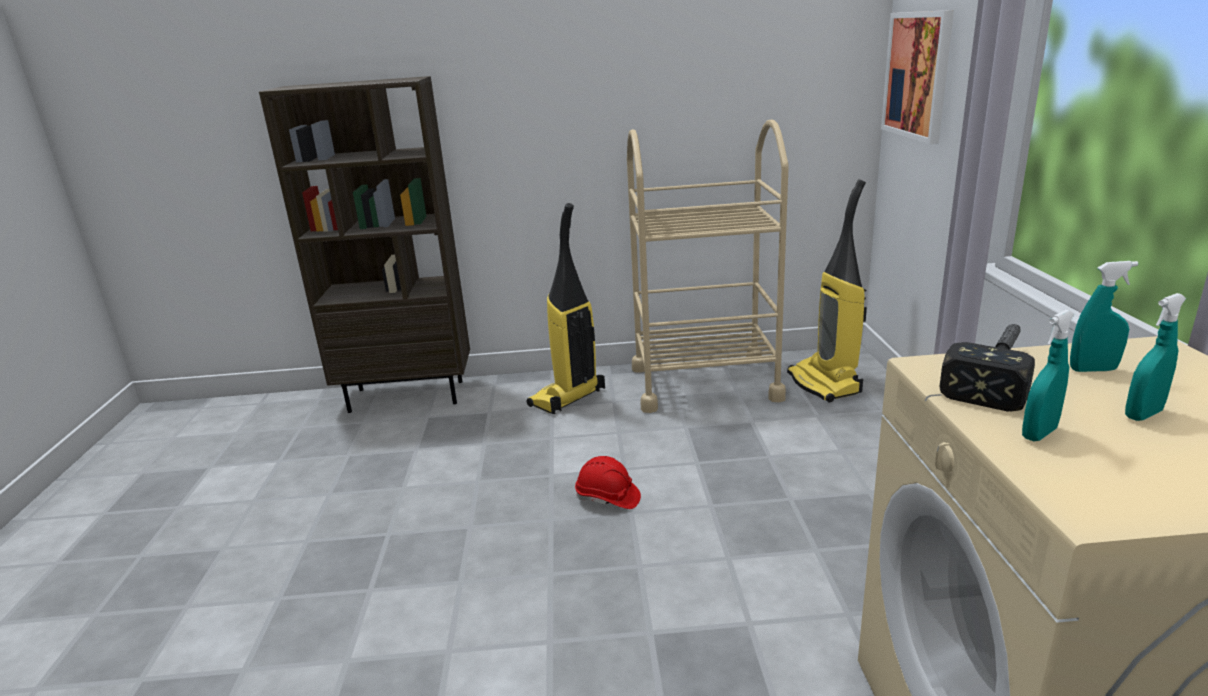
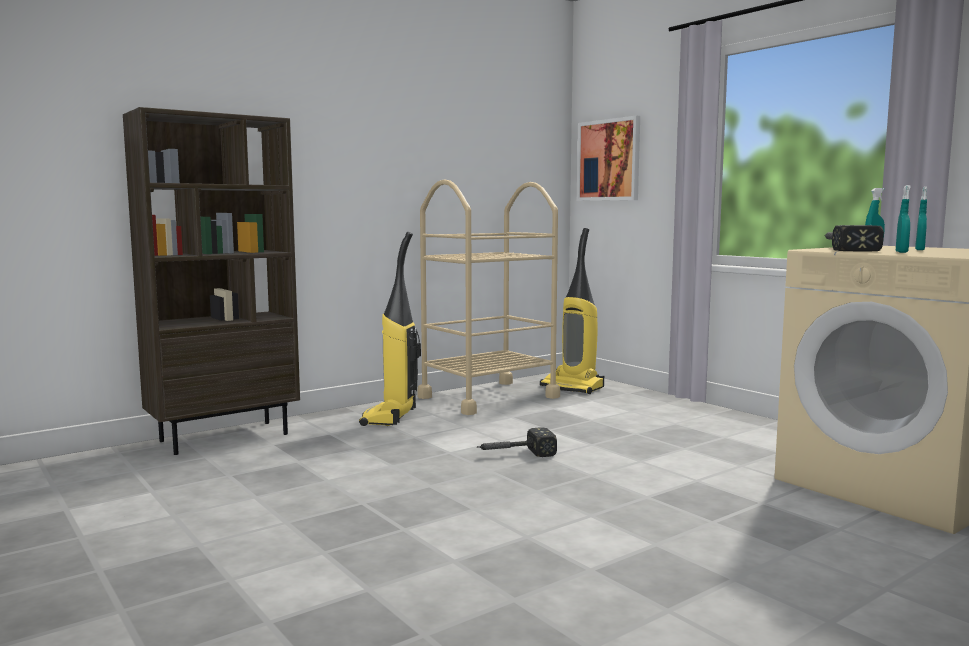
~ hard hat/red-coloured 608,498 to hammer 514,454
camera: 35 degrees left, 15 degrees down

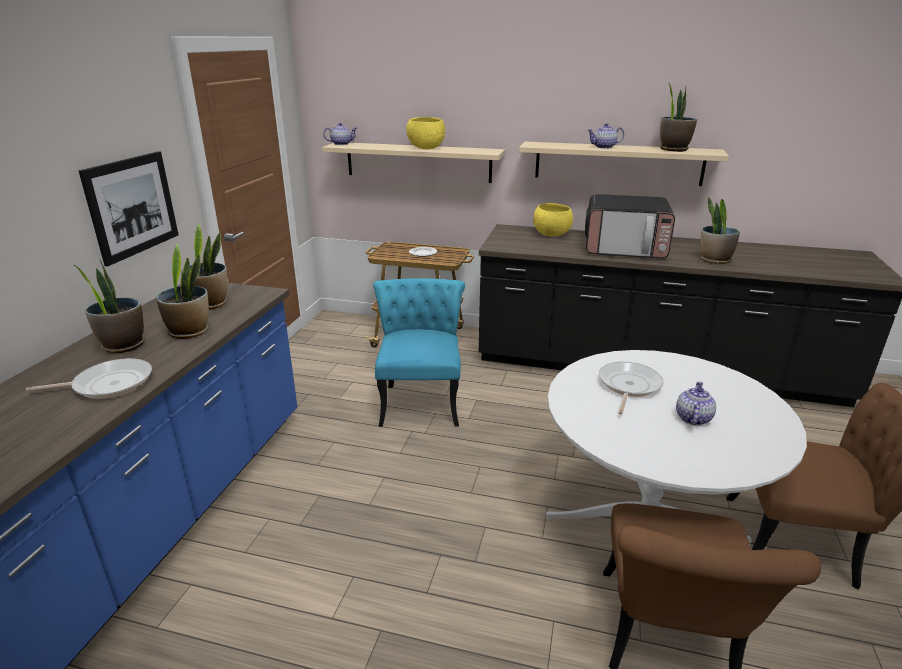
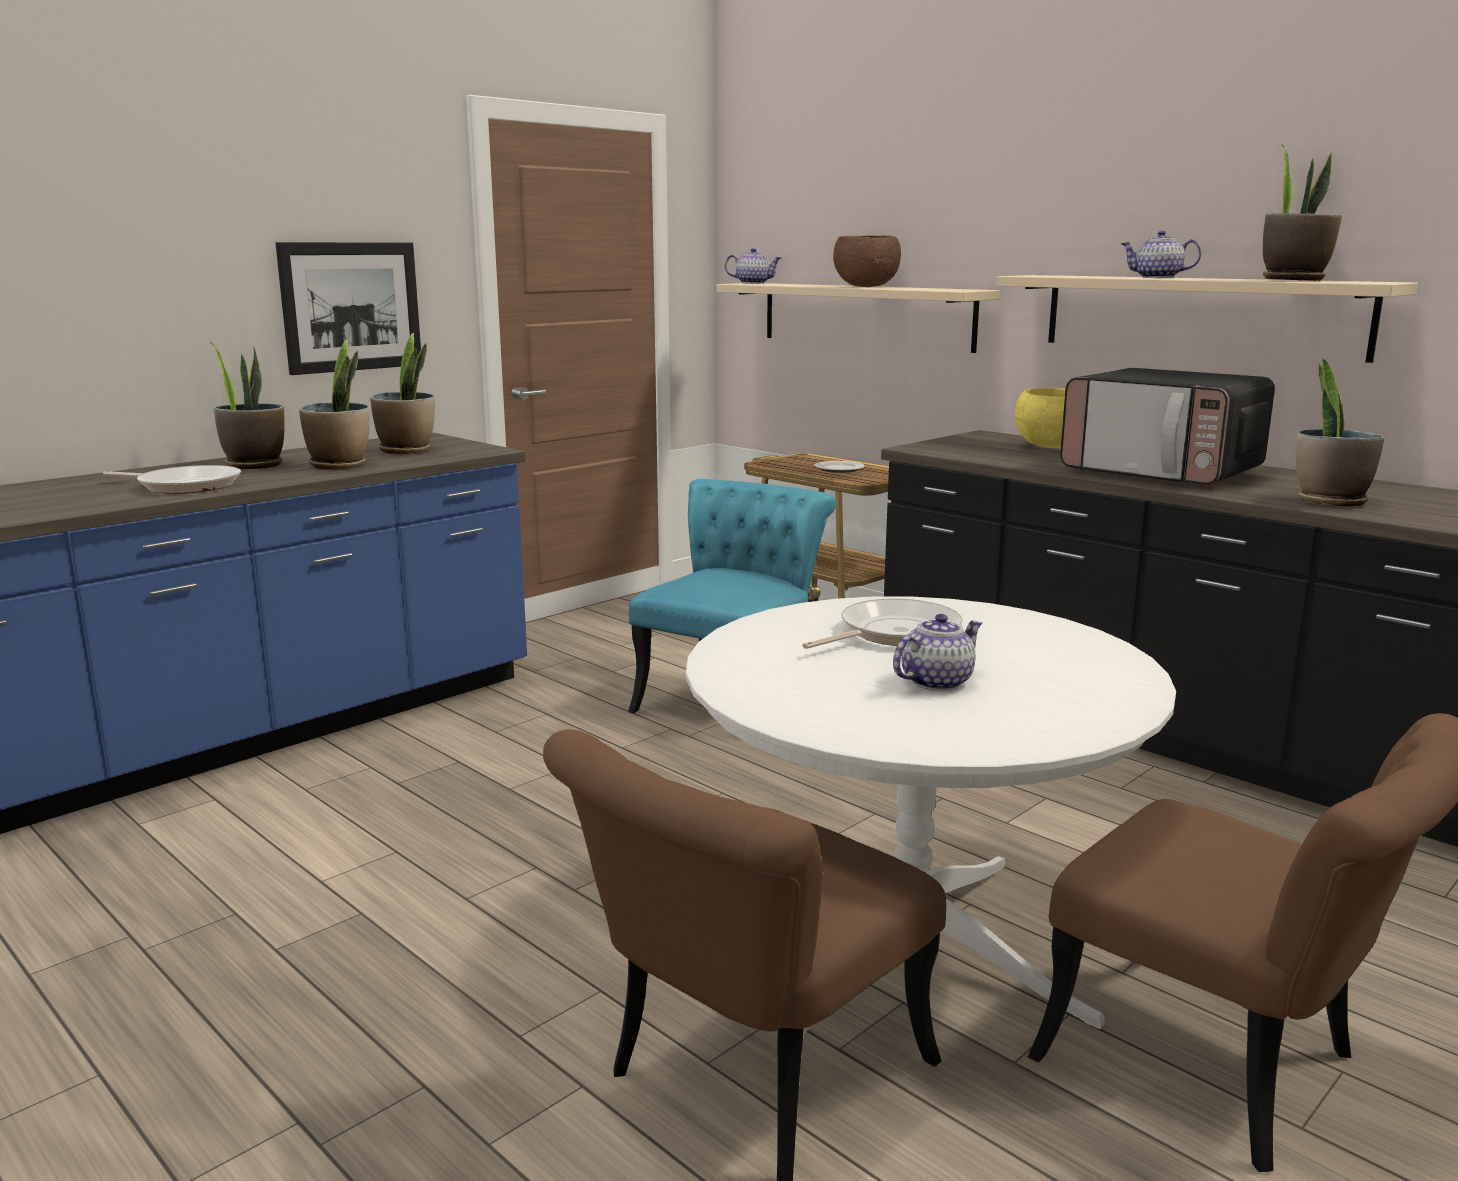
~ bowl/yellow 426,148 to bowl/brown-coloured 865,287
camera: 30 degrees right, 10 degrees down

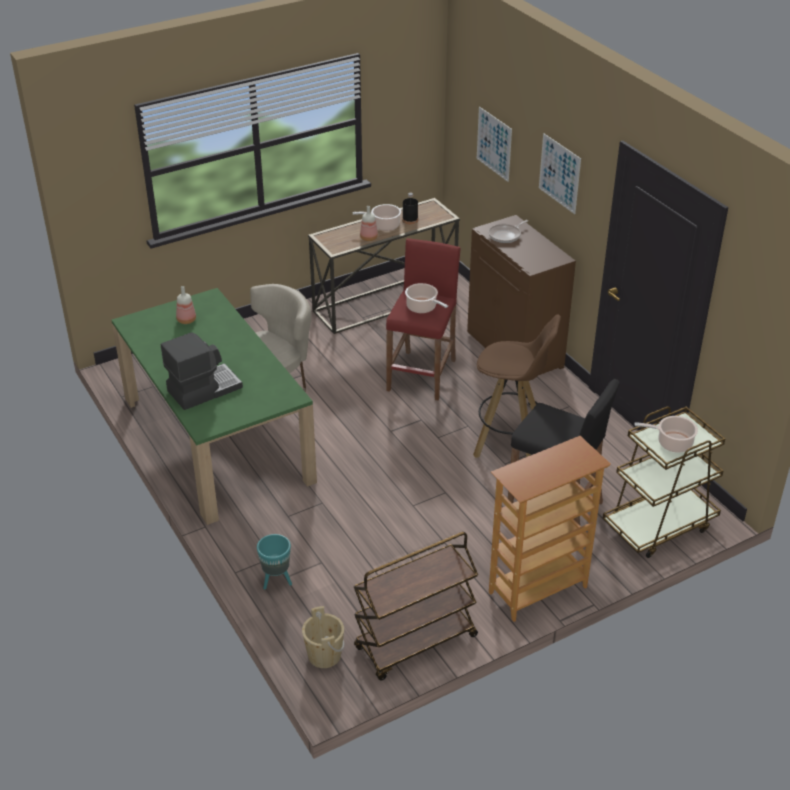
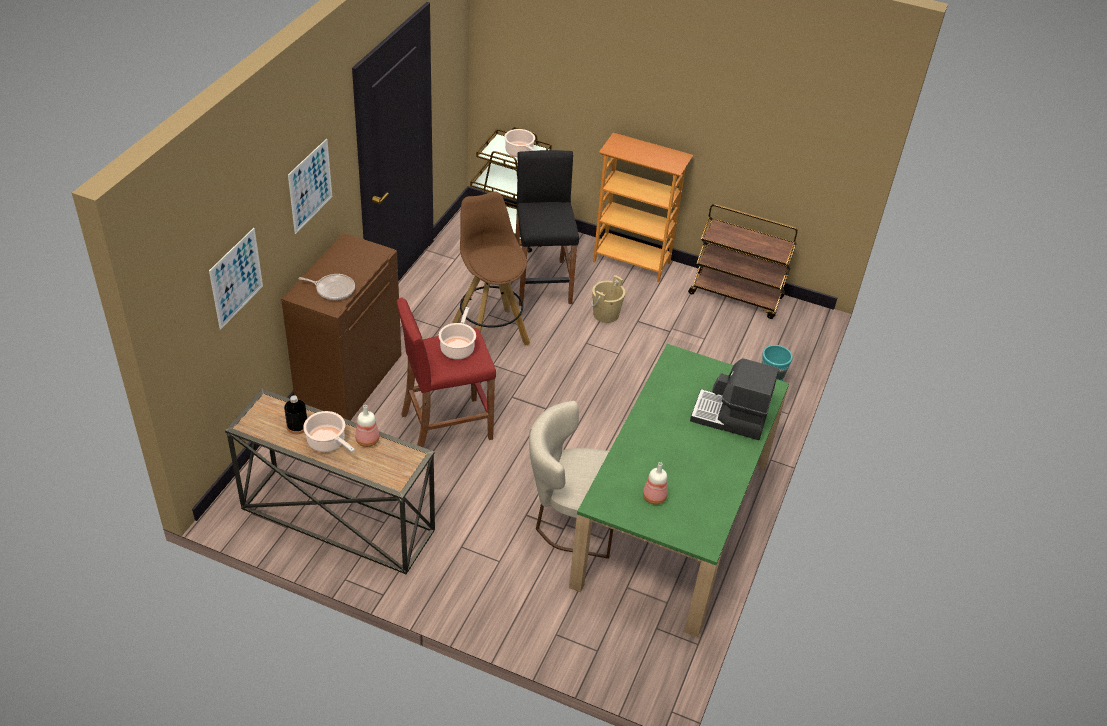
~ water bucket/sand-coloured 324,655 to 606,314
camera: 130 degrees left, 5 degrees up

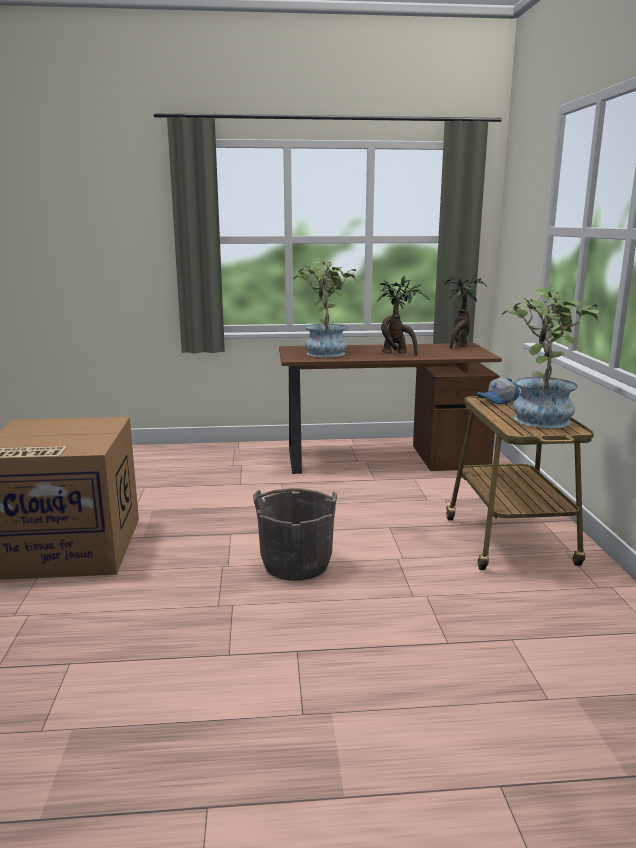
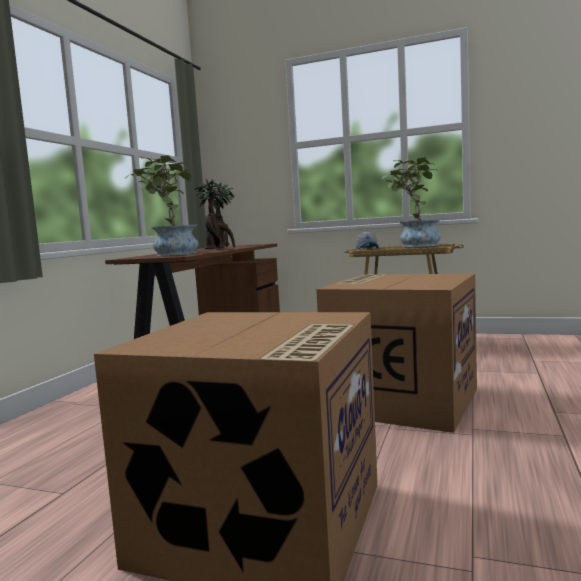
~ water bucket/greyish 296,564 to carton 402,400
camera: 65 degrees left, 10 degrees down

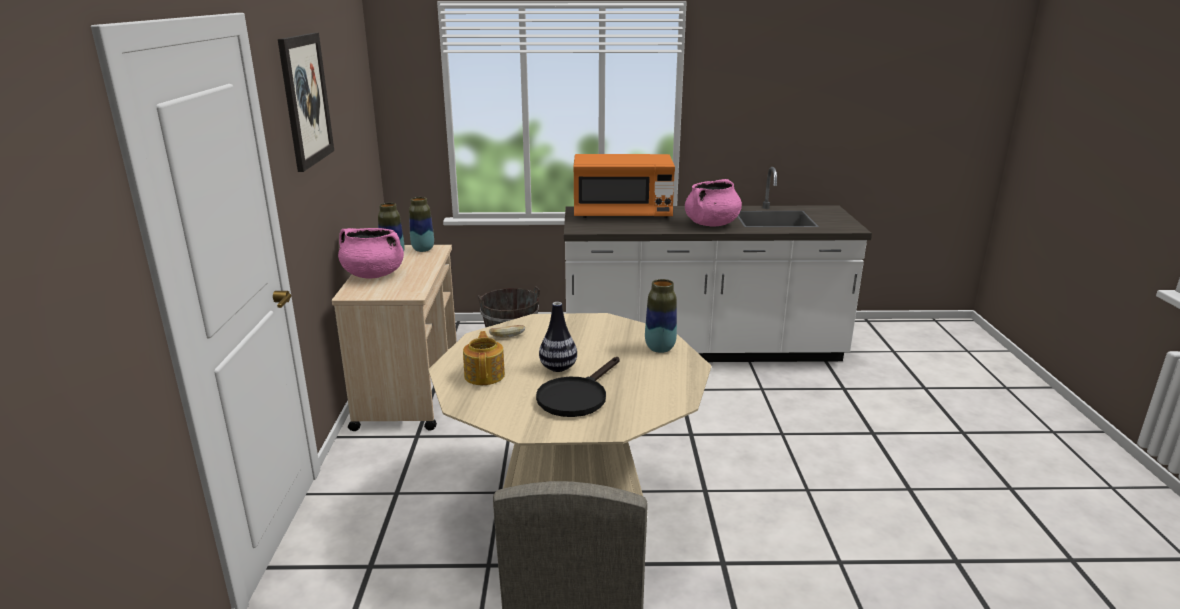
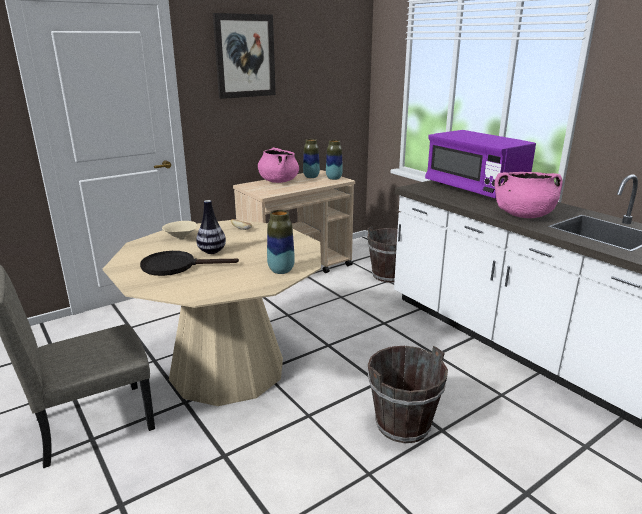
~ teapot 485,375 to bowl/sand-coloured 181,238
~ microwave oven/orangey 622,214 to microwave oven/purplish 474,189
+ water bucket/brown-coloured 402,424
camera: 55 degrees right, 0 degrees up

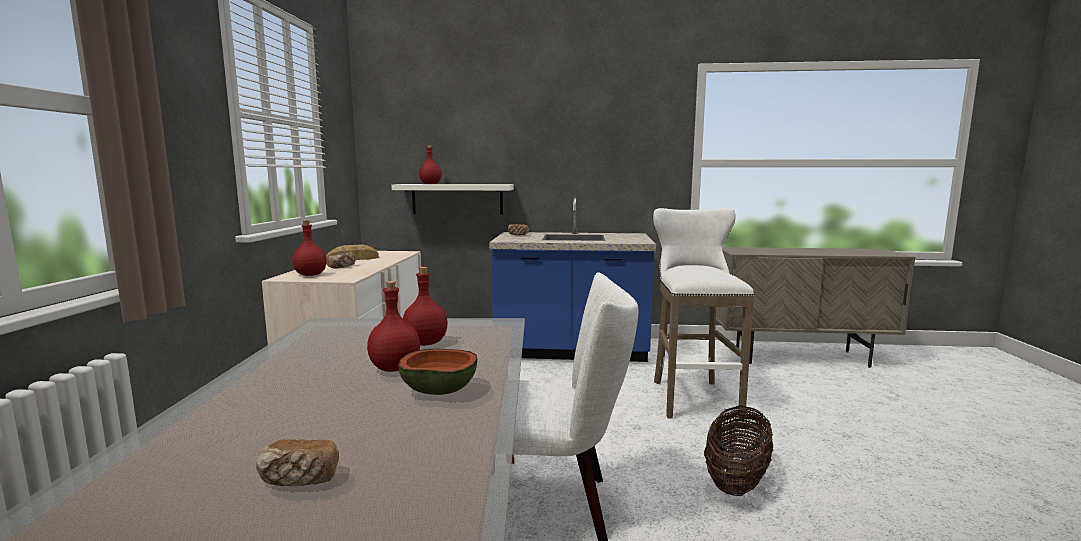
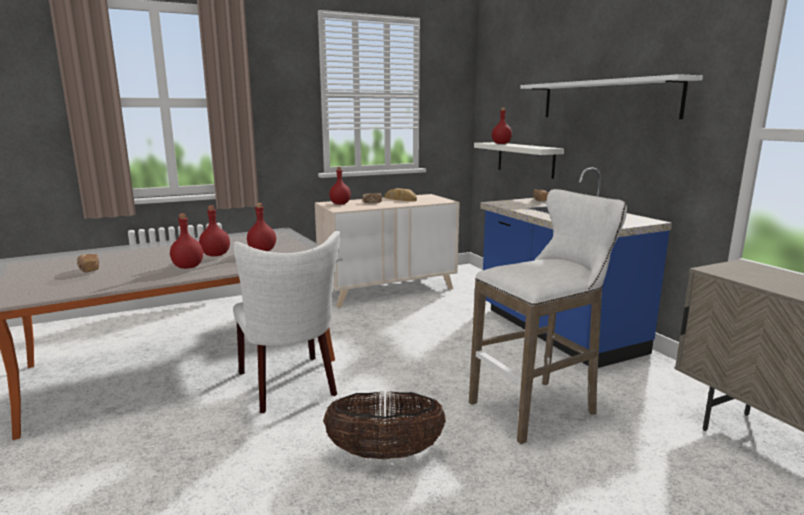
~ bowl 438,390 to drink bottle/red-coloured 187,267
+ shelf/white-coloured 606,99
camera: 60 degrees right, 5 degrees up

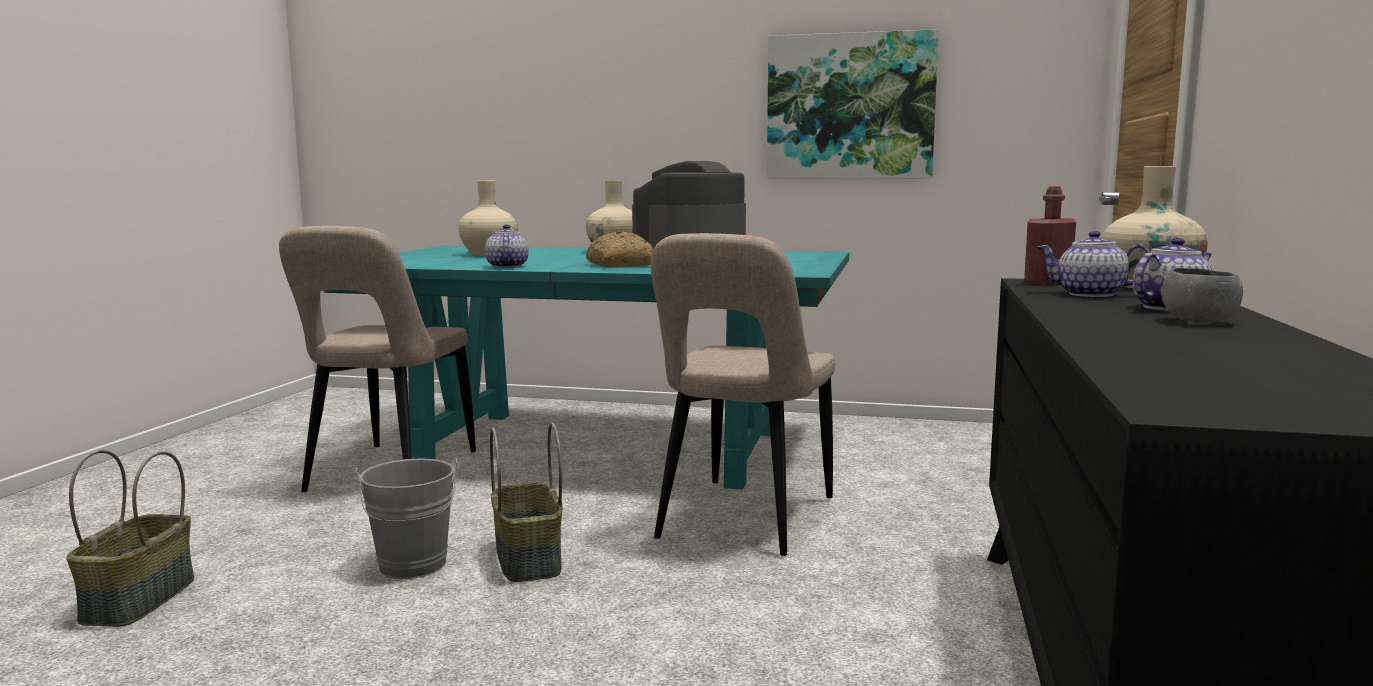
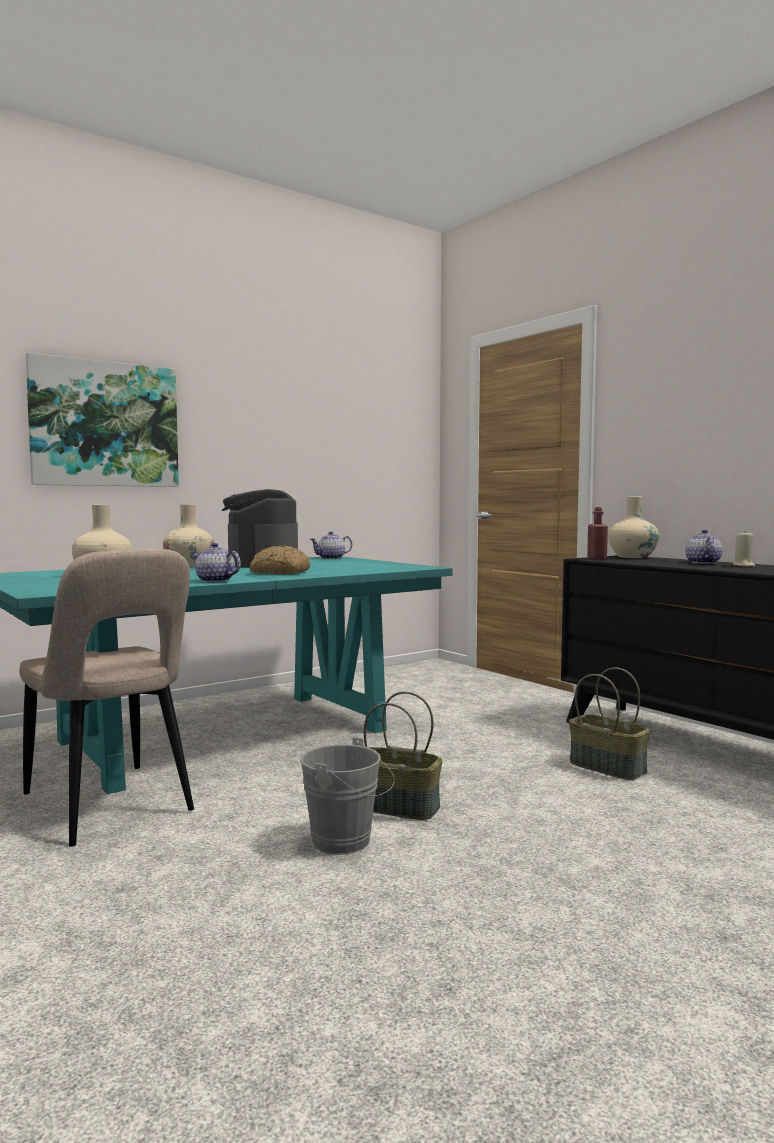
~ storage basket 140,600 to 608,767
- plain chair/sand-coloured 743,521
~ wall picture 850,107 to 105,424
~ teapot 1090,294 to 331,558
~ bowl/greyish 1198,321 to wax candle/sand-coloured 743,565
camera: 50 degrees left, 5 degrees down

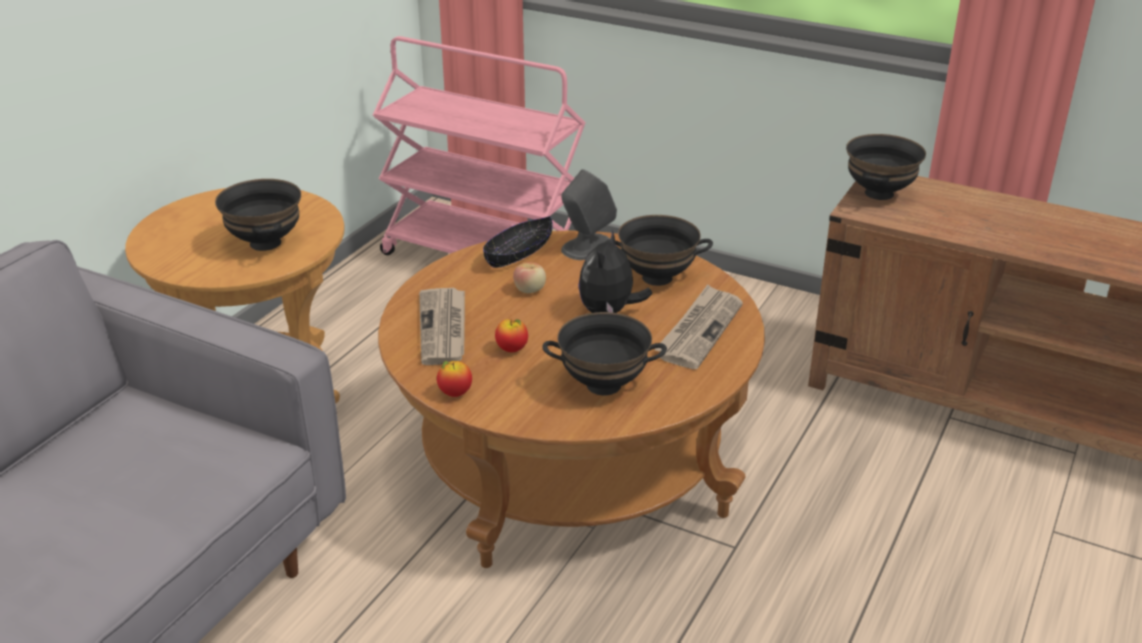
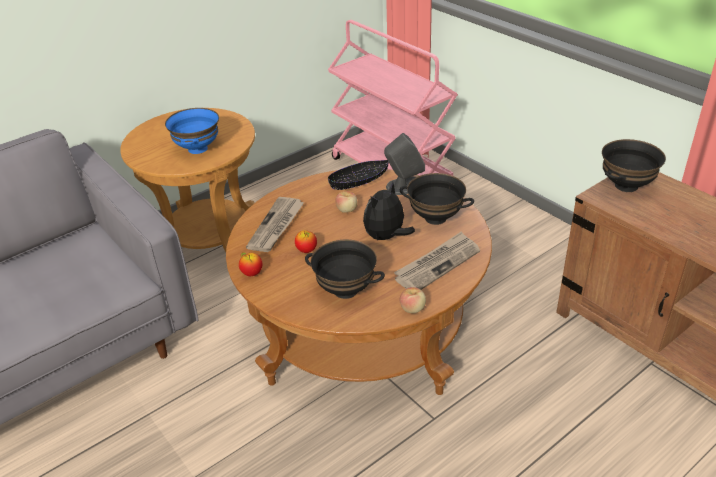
~ bowl/black-coloured 264,243 to bowl/bluish 197,149
+ apple 413,308
camera: 25 degrees right, 5 degrees up

